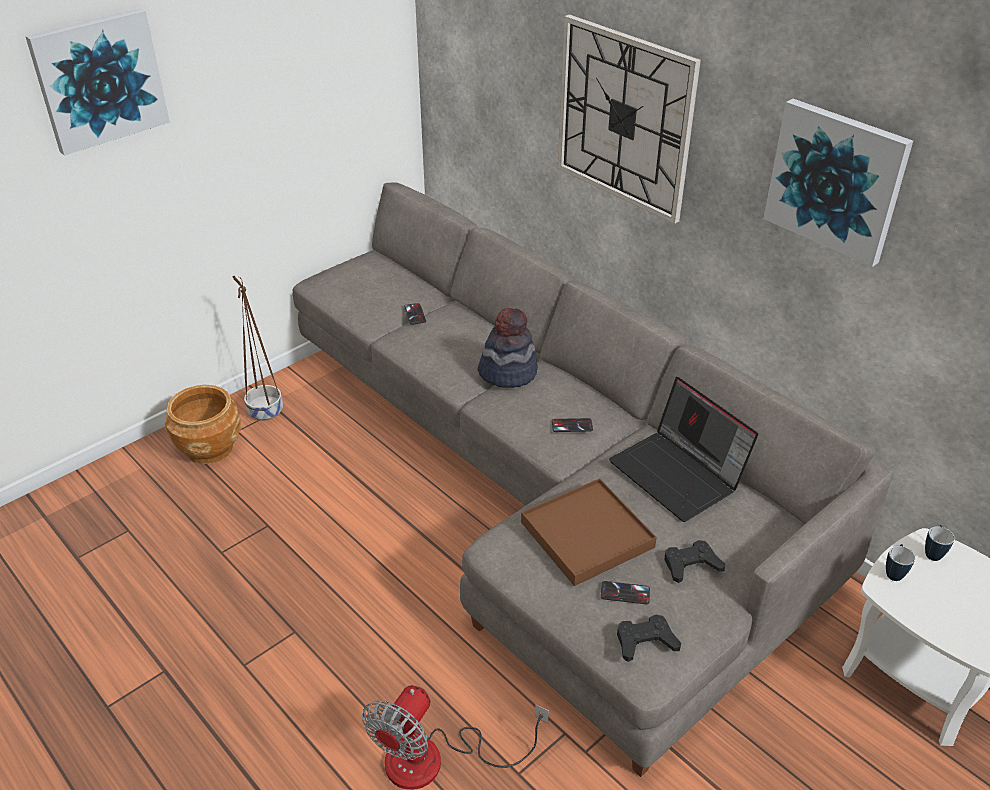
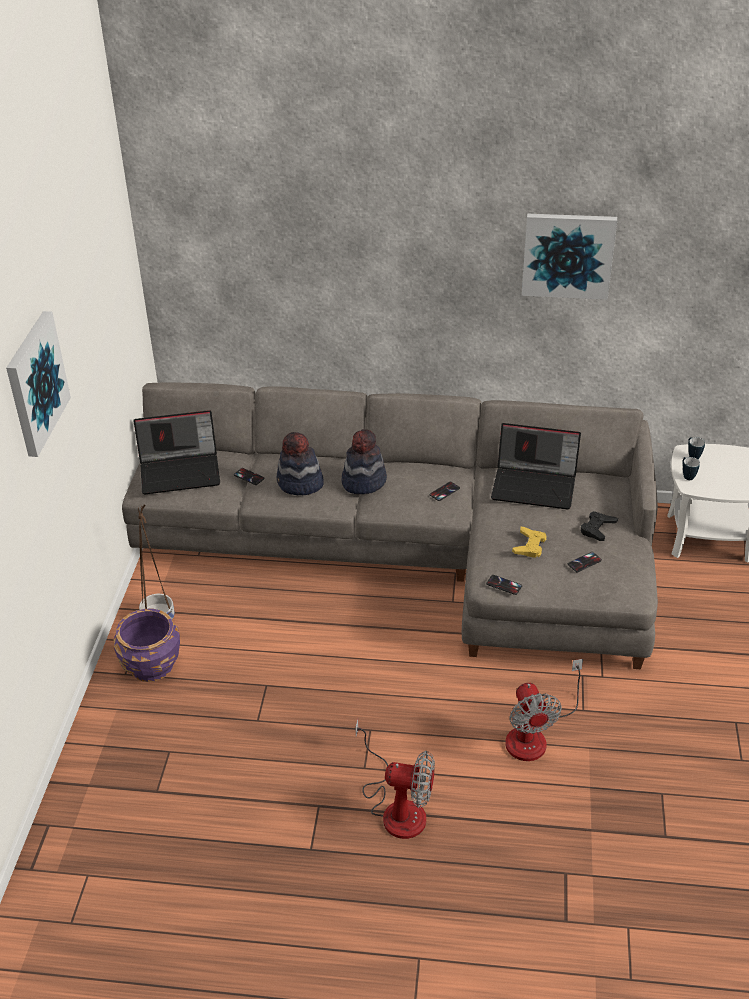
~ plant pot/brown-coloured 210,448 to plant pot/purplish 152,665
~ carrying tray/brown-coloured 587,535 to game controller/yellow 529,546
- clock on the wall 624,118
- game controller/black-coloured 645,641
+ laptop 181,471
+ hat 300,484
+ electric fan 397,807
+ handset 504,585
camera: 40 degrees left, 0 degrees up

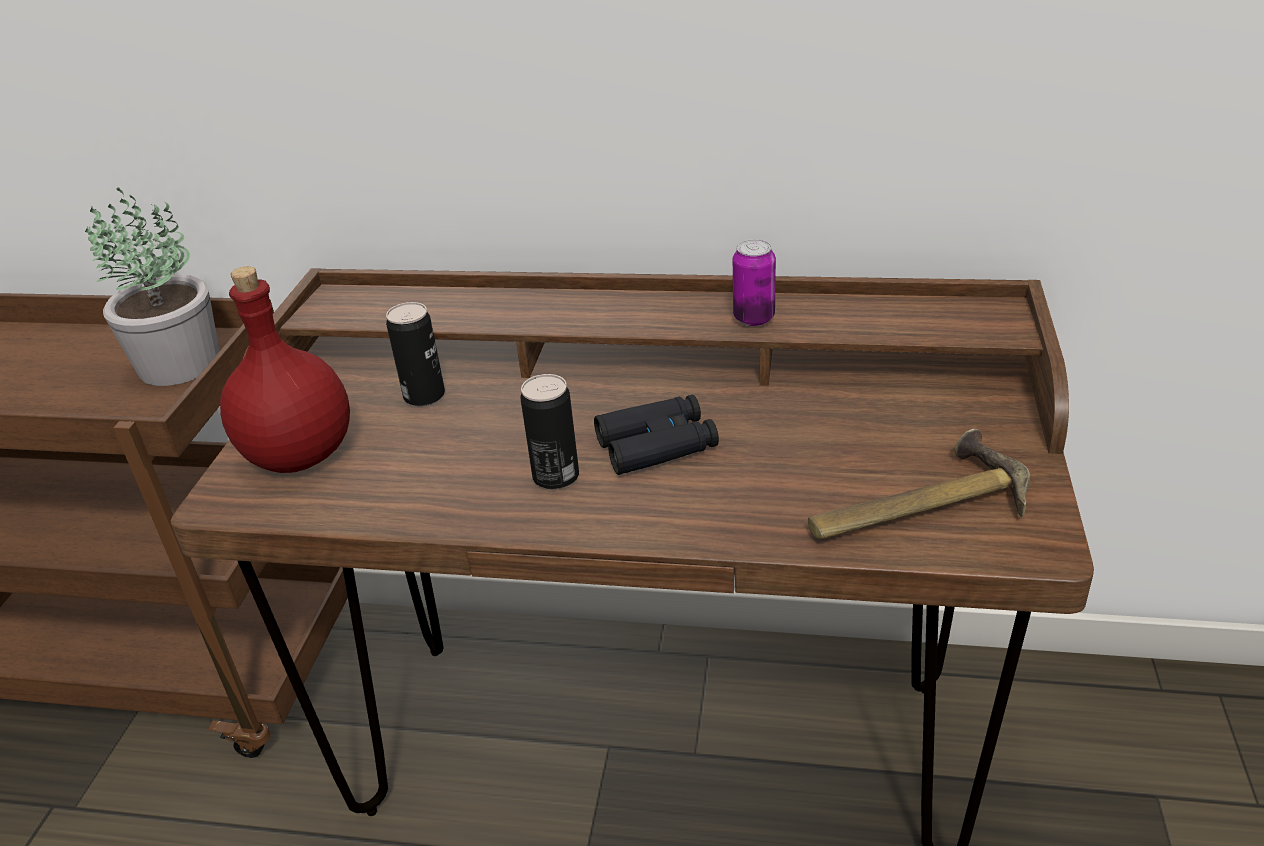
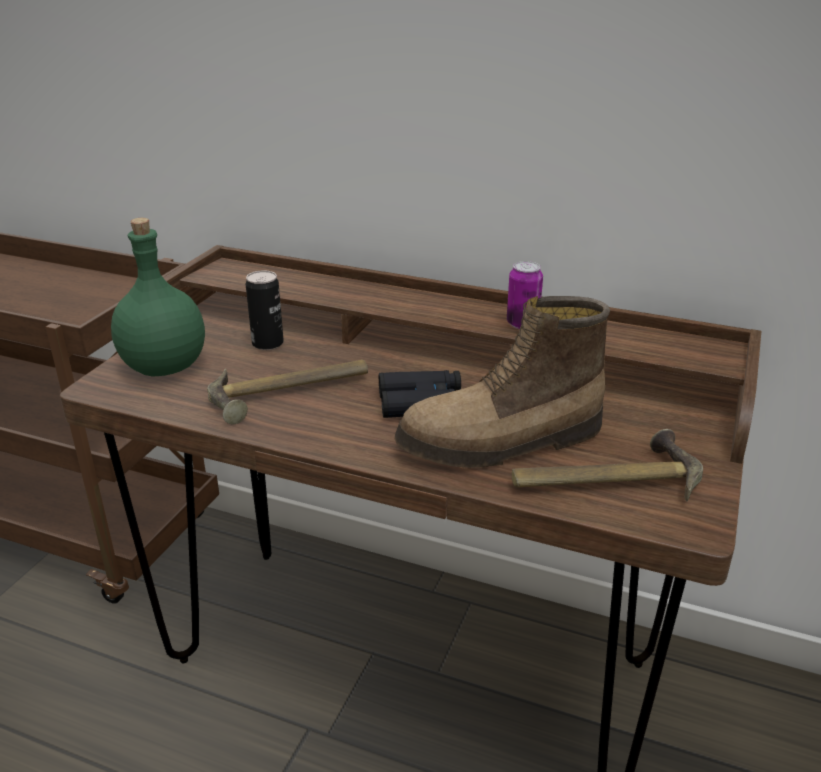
- potted plant 177,363
~ drink bottle/red-coloured 299,454 to drink bottle/greenish 164,366
- can 556,476
+ hammer 291,393
+ boot 502,442
camera: 10 degrees right, 5 degrees down

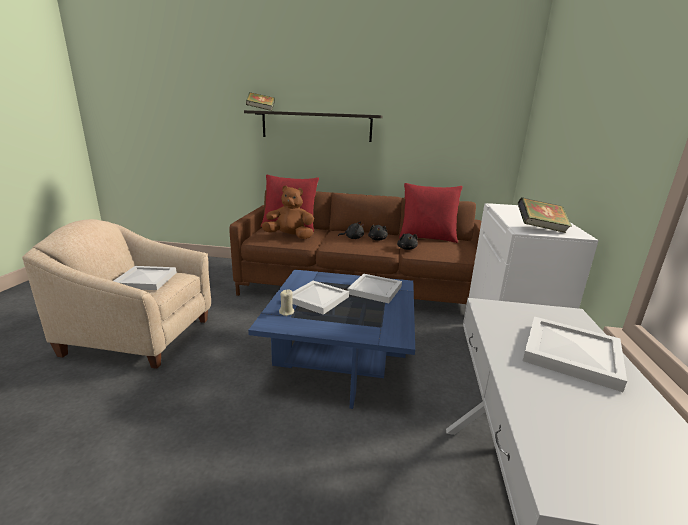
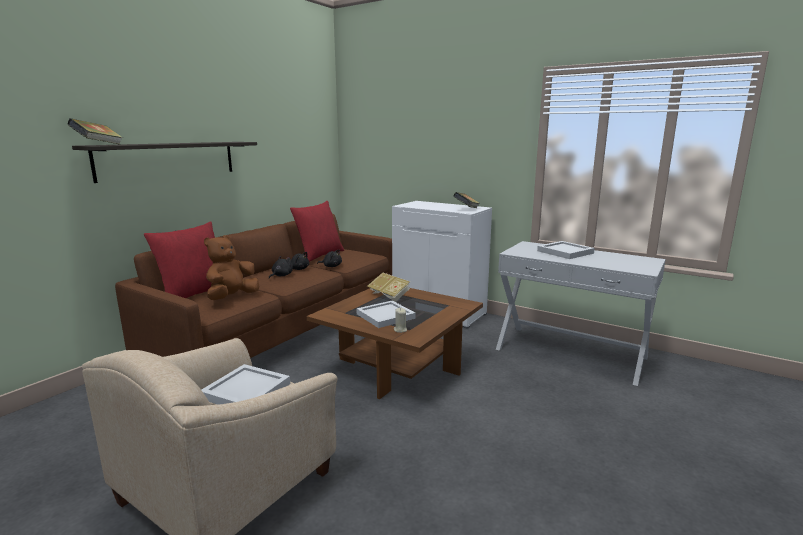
~ coffee table/bluish 340,360 to coffee table/brown-coloured 398,366
~ carrying tray/white-coloured 375,290 to volume 389,296
camera: 65 degrees left, 5 degrees down

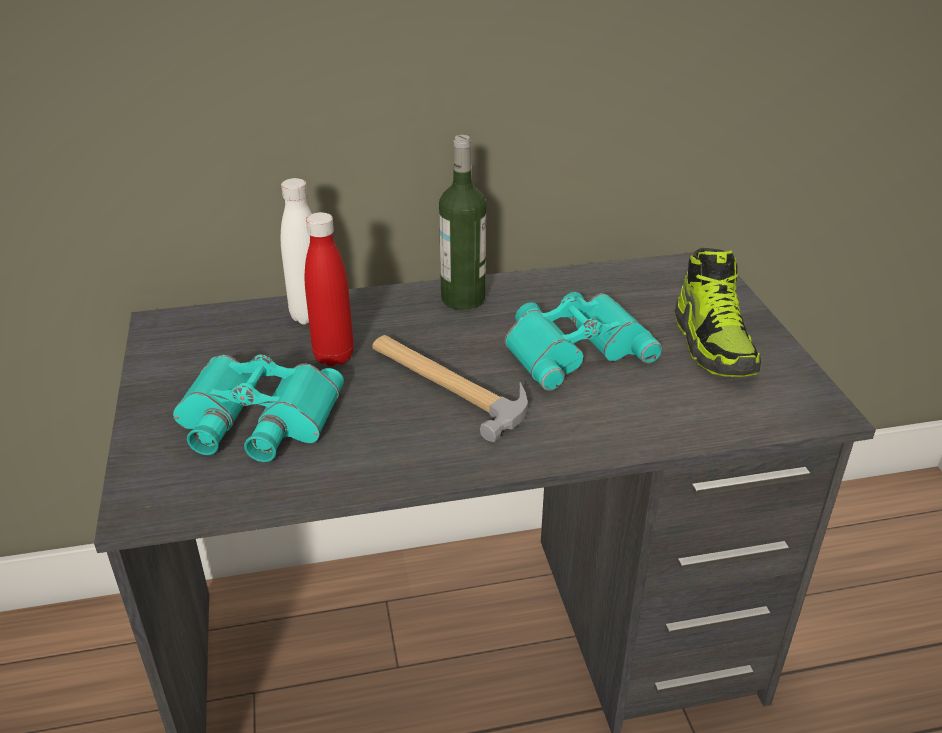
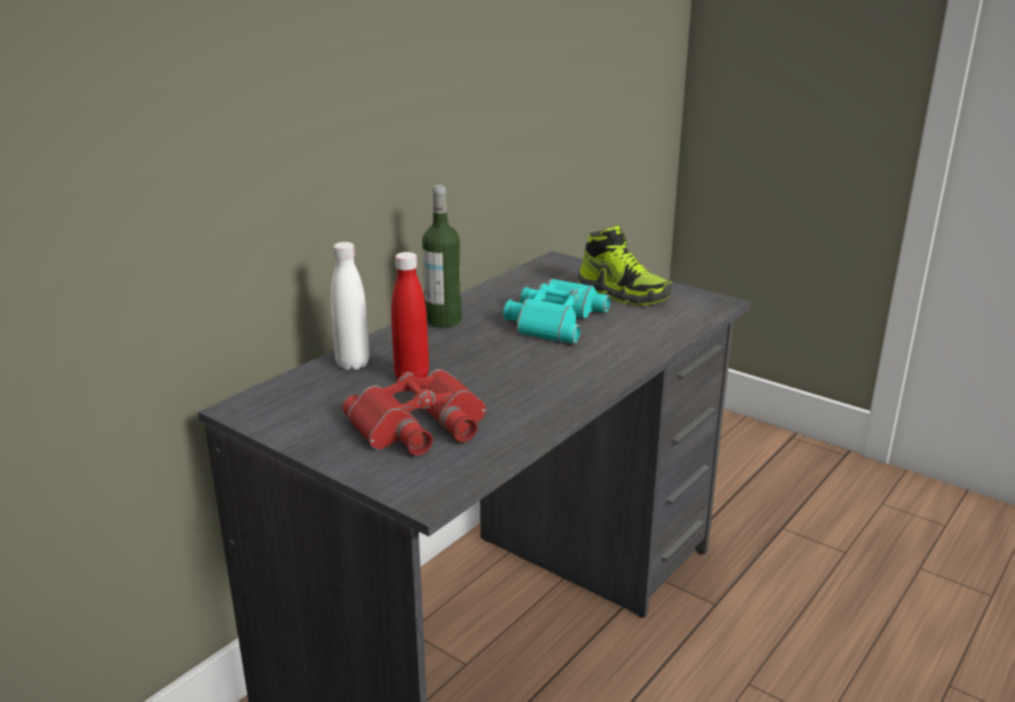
~ binoculars/blue-green 255,420 to binoculars/red-coloured 420,426
- hammer 447,384
camera: 40 degrees left, 10 degrees down

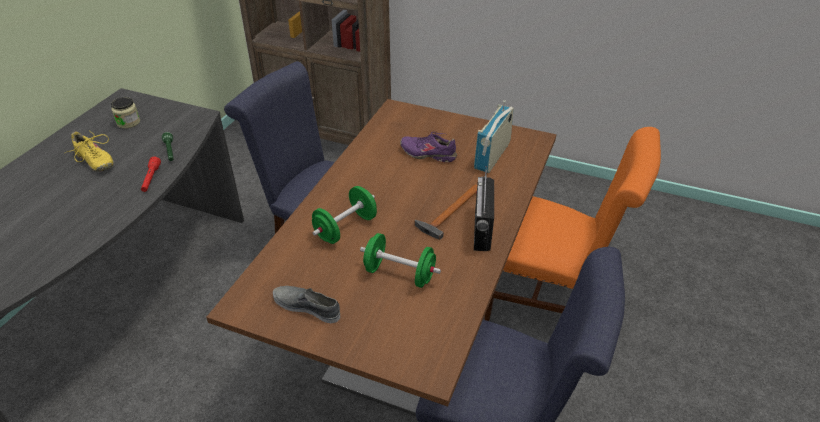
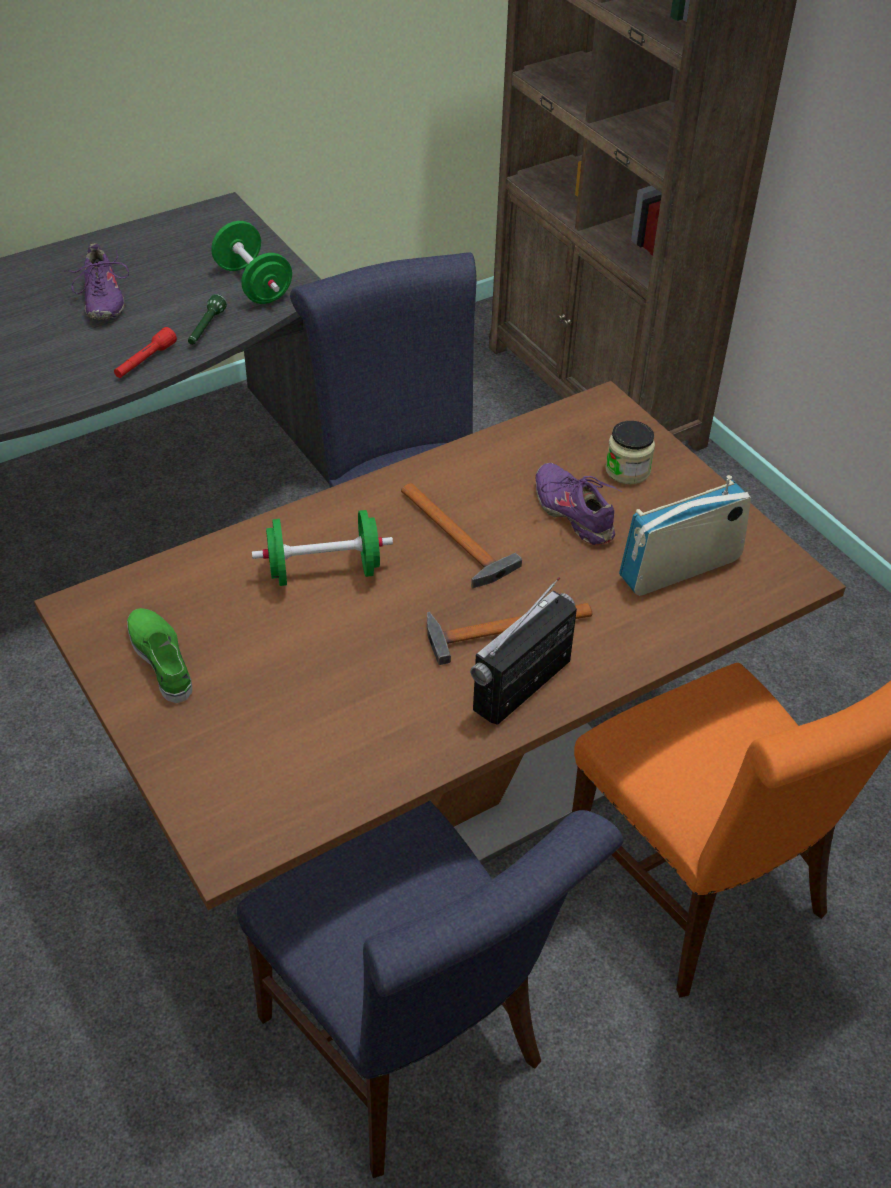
~ shoe/yellow 94,161 to shoe/purplish 102,300
~ preserve jar 128,122 to 627,470
~ shoe/greyish 307,306 to shoe/greenish 162,659
~ free weight/greenish 400,274 to 253,284
+ hammer 456,539
camera: 35 degrees right, 5 degrees up

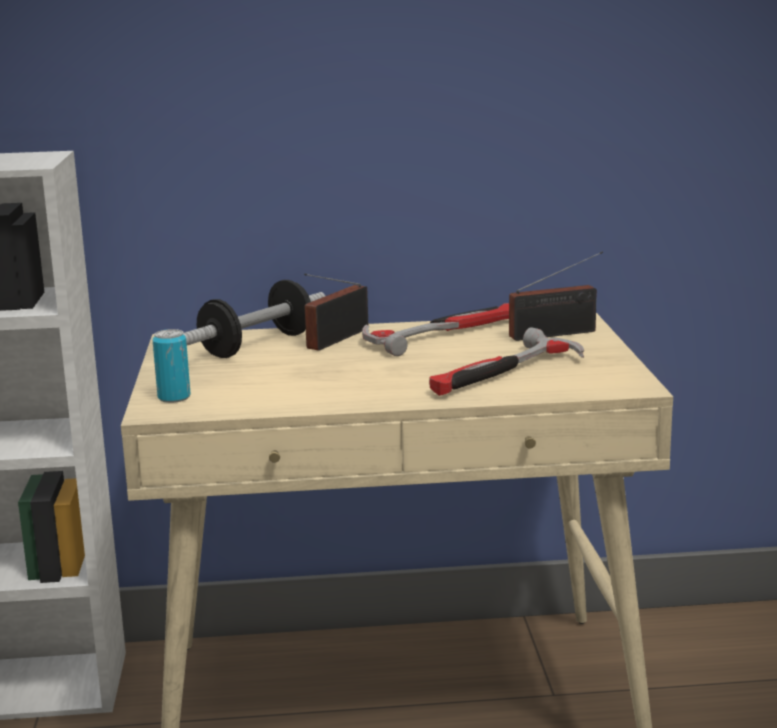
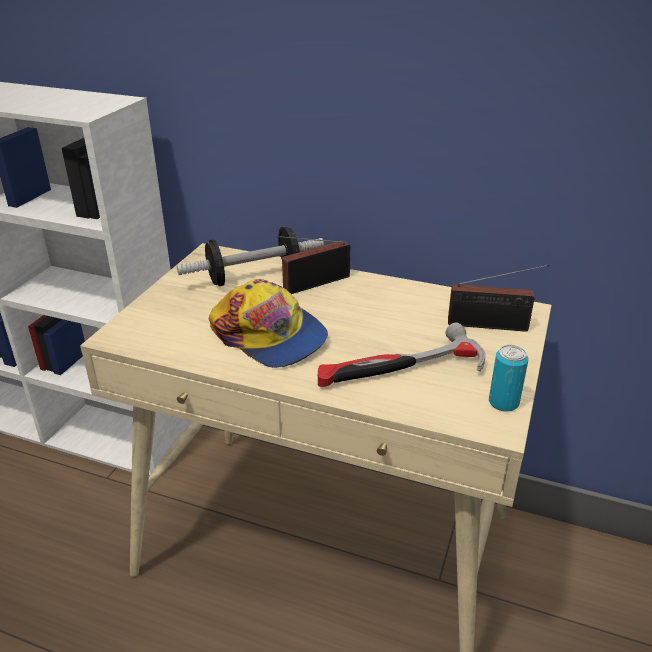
~ can 174,397 to 503,403
- hammer 443,333
+ baseball cap 269,336
camera: 25 degrees right, 15 degrees up

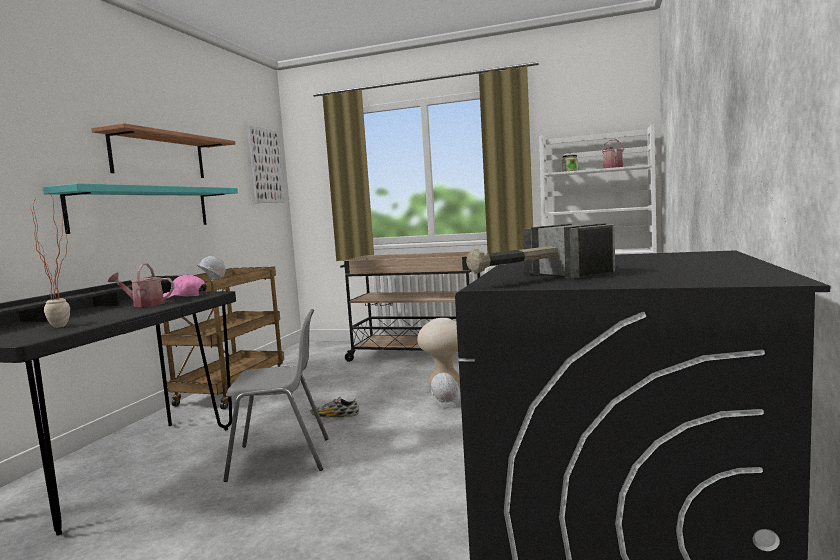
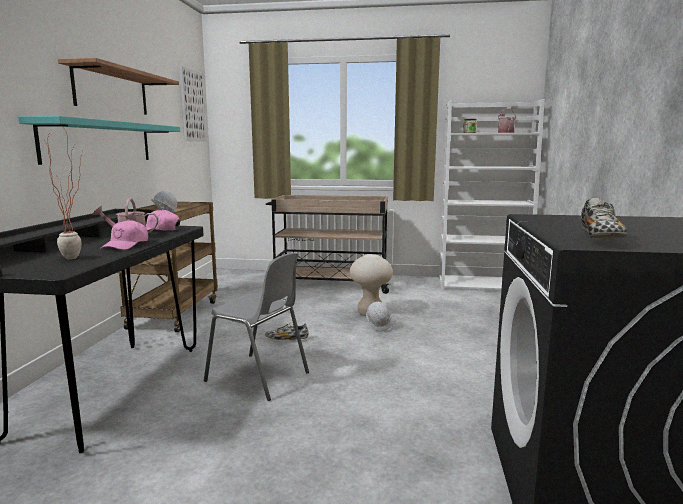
~ plain chair/greyish 281,458 = 258,377 45 degrees clockwise
~ hammer 536,279 to shoe 600,239
+ baseball cap/pinkish 126,245
camera: 10 degrees left, 5 degrees up

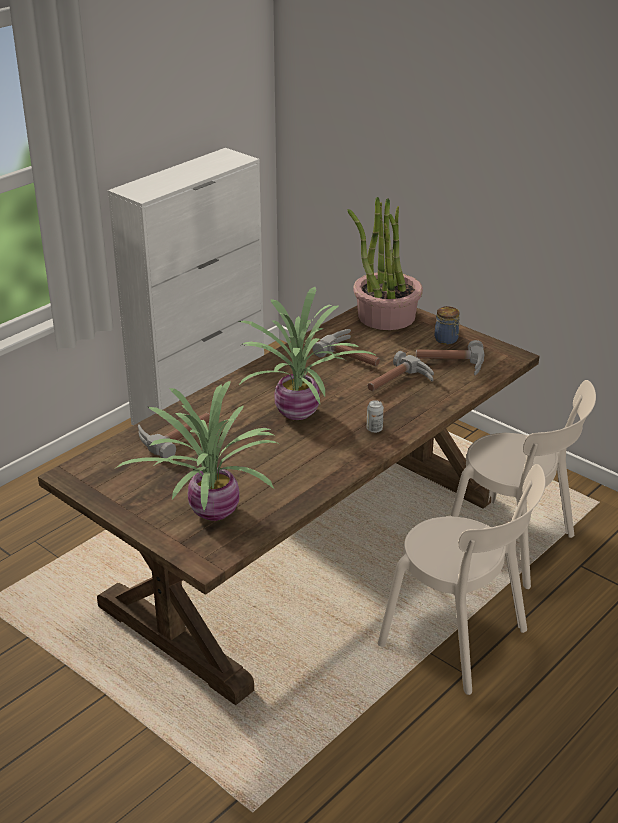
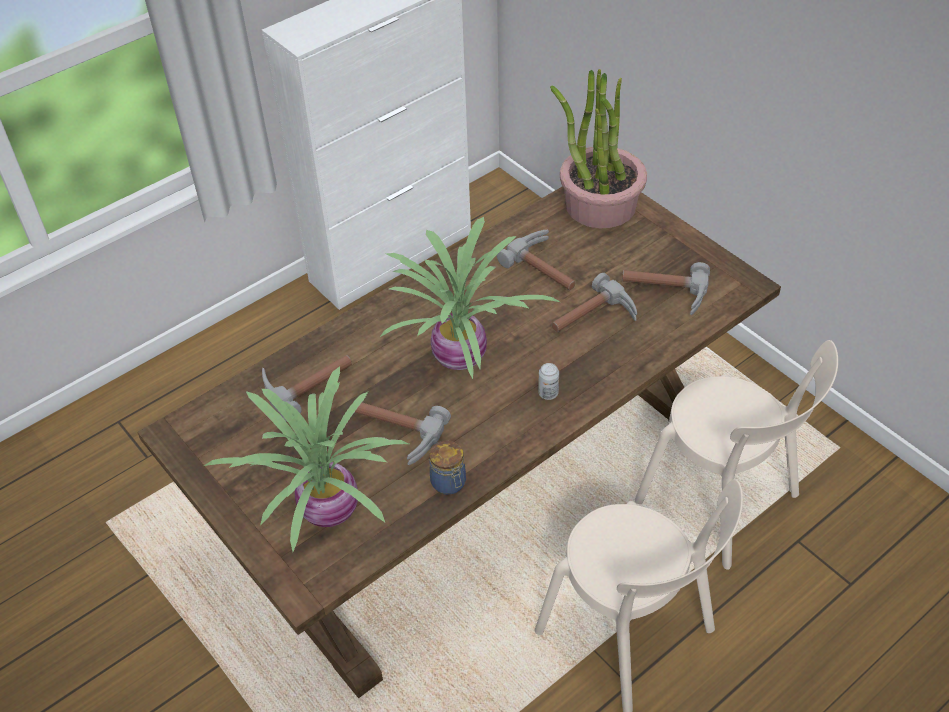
~ preserve jar 447,340 to 449,483
+ hammer 394,434
camera: 10 degrees right, 15 degrees up

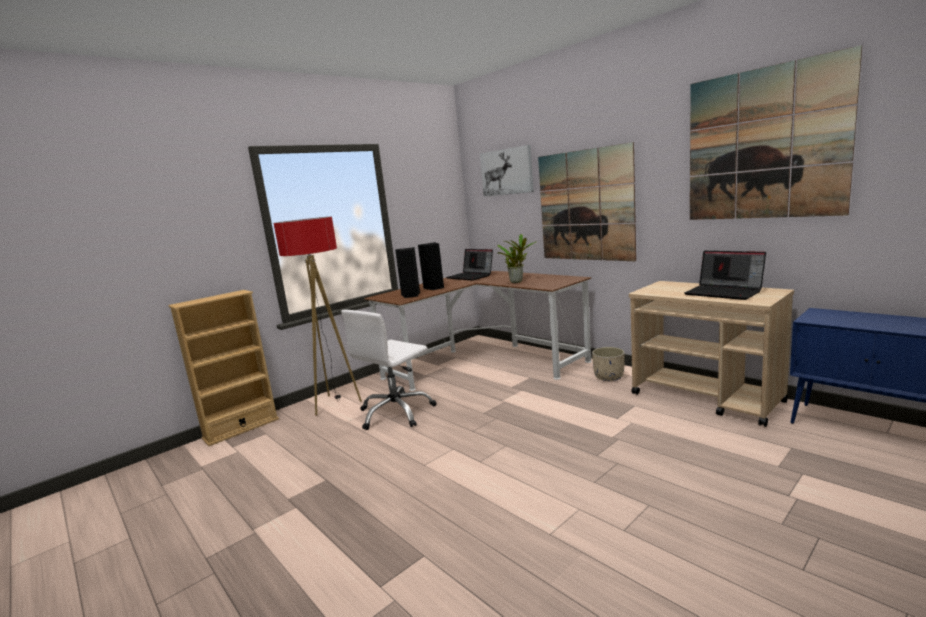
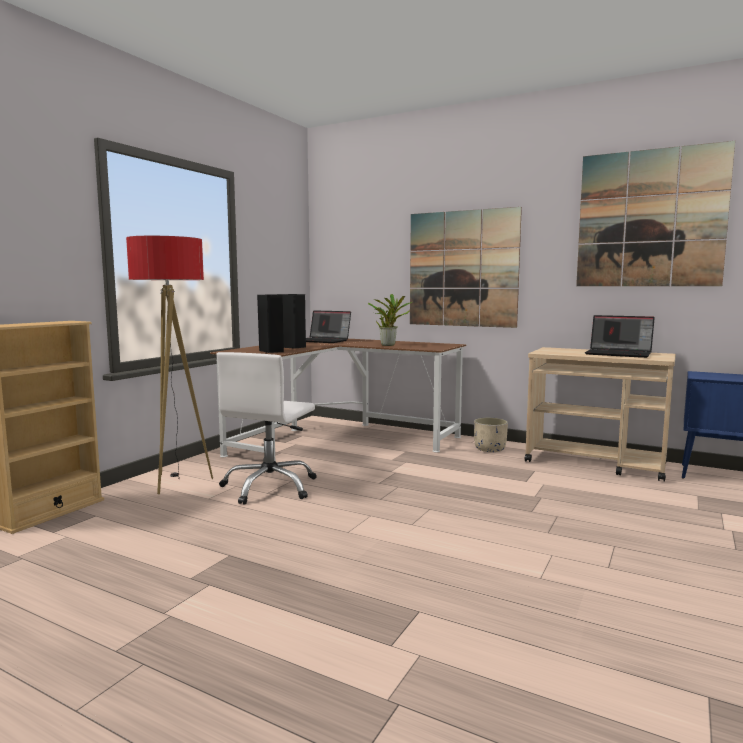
- wall picture 507,172
camera: 20 degrees left, 5 degrees down

